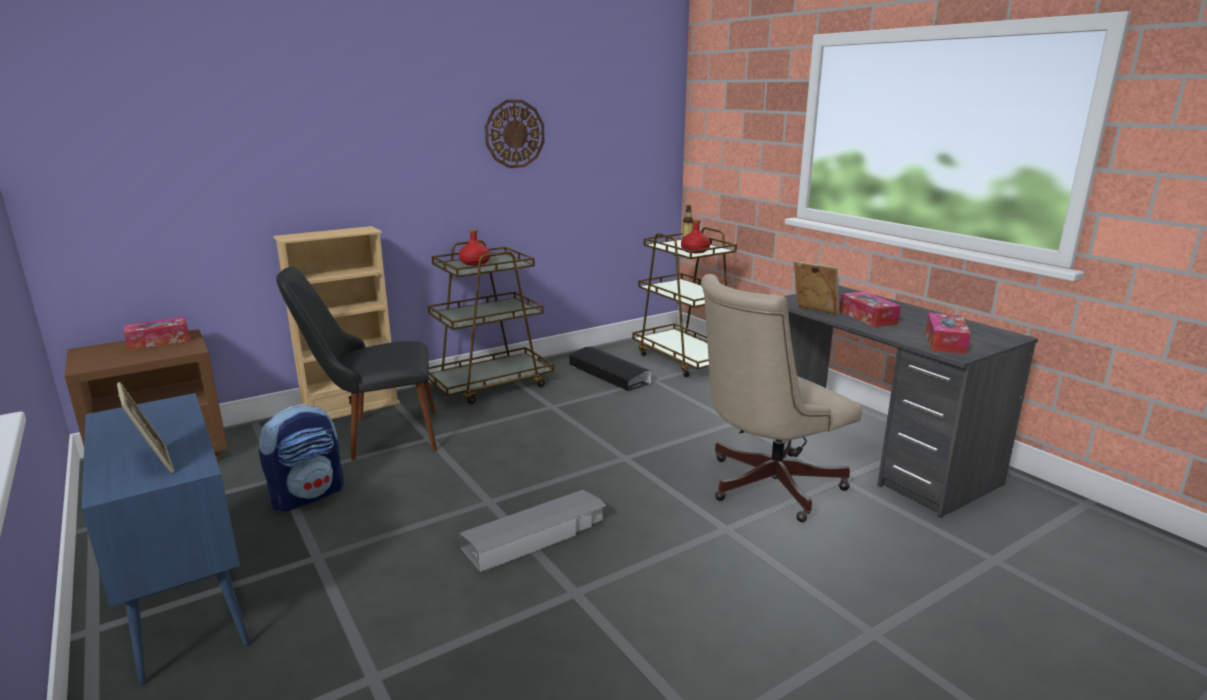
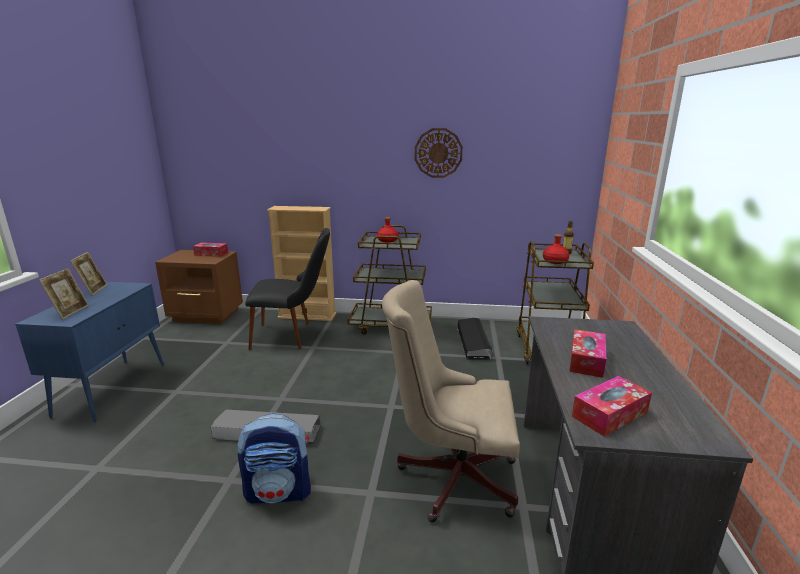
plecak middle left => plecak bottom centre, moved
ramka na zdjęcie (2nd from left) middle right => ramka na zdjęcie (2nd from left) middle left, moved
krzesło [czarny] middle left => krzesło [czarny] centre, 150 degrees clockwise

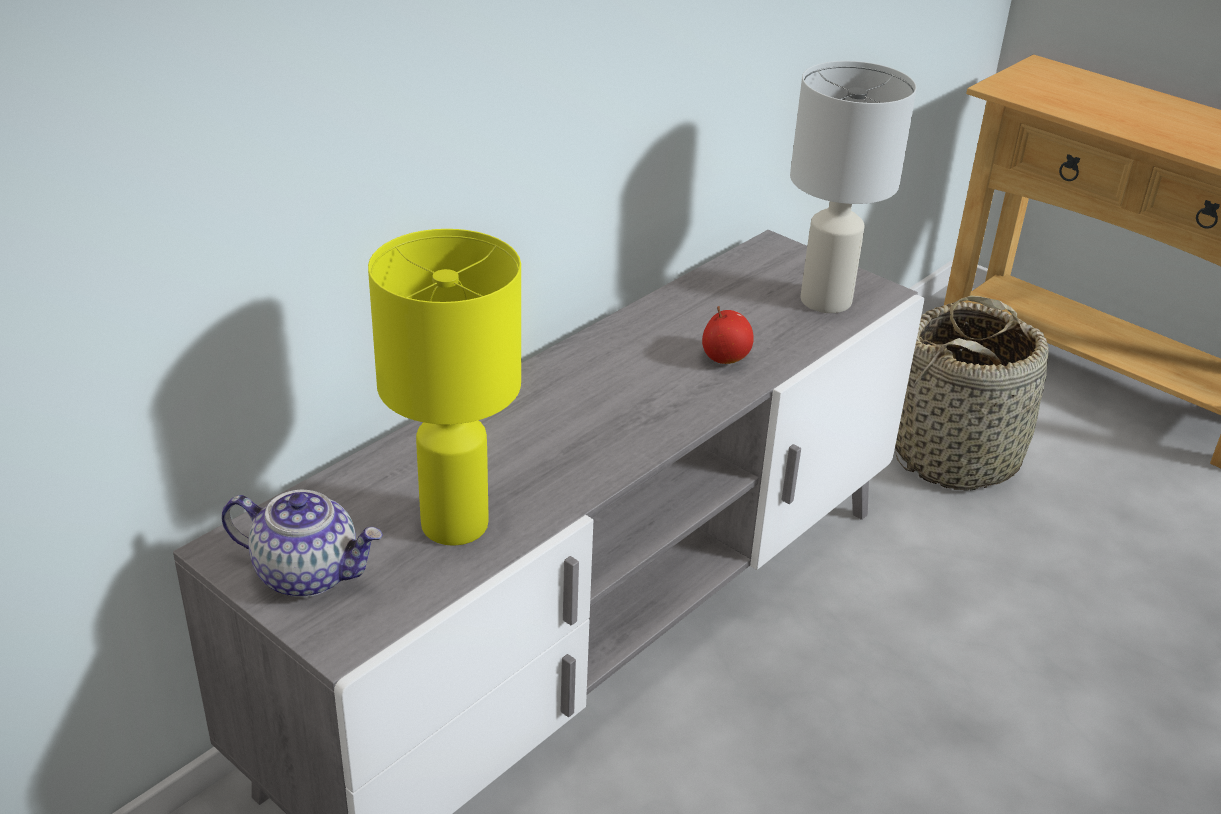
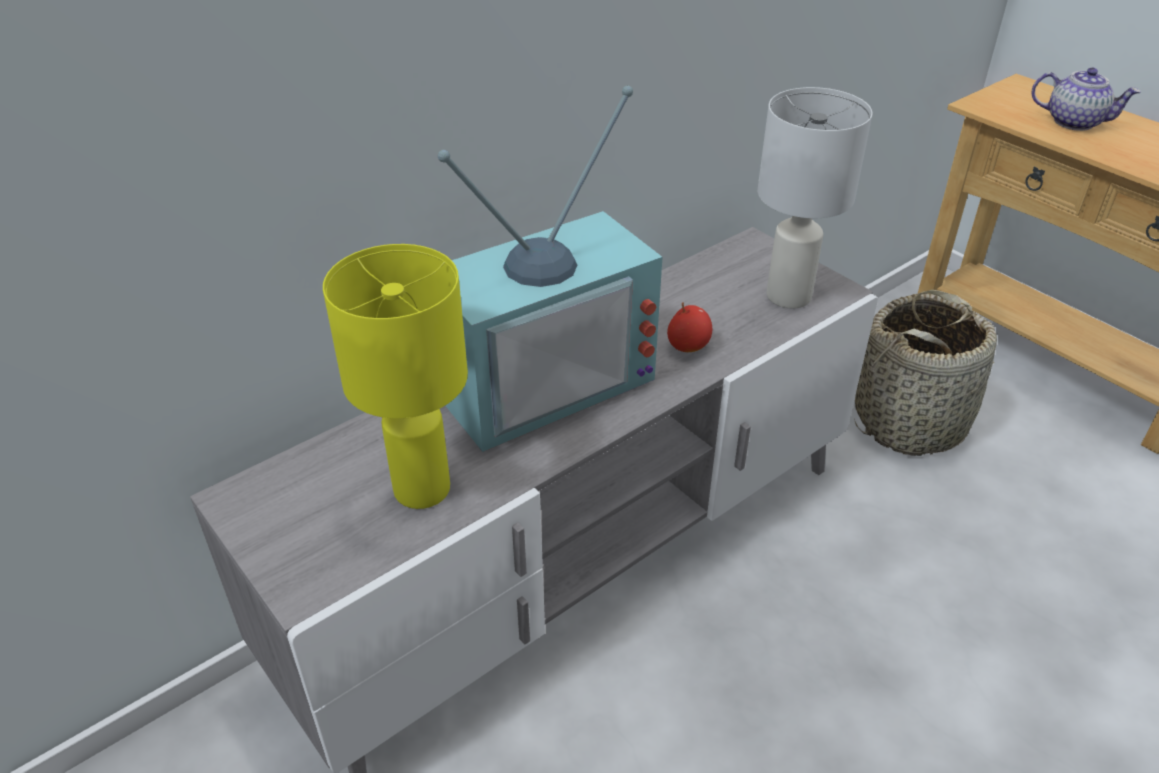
nothing => telewizor centre
imbryk bottom left => imbryk top right, moved

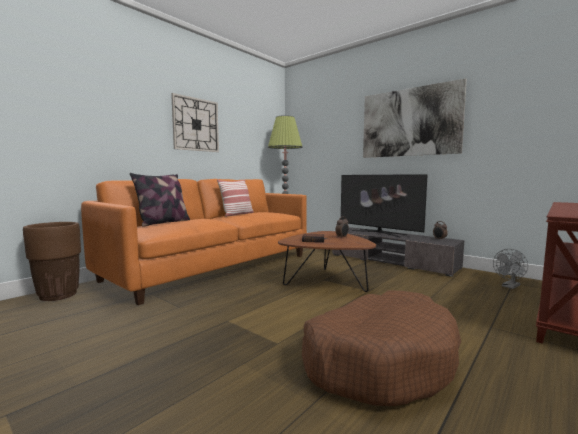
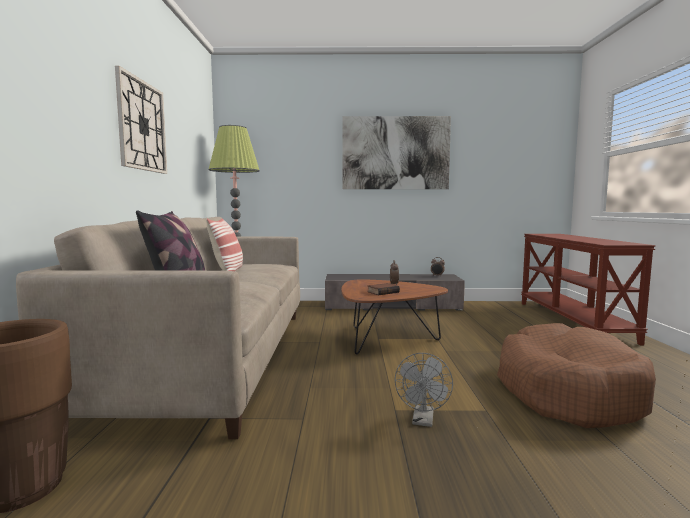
telewizor centre => nothing
wentylator [szary] middle right => wentylator [szary] bottom centre, moved
kanapa [pomarańczowy] centre => kanapa [beżowy] middle left

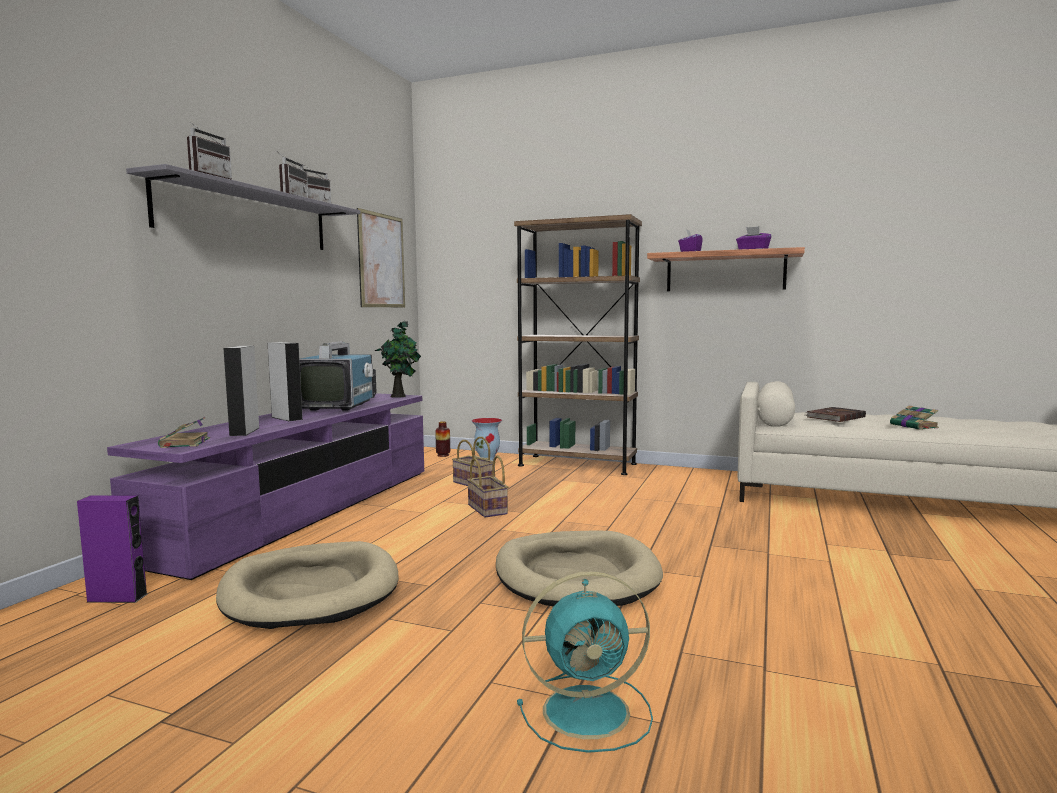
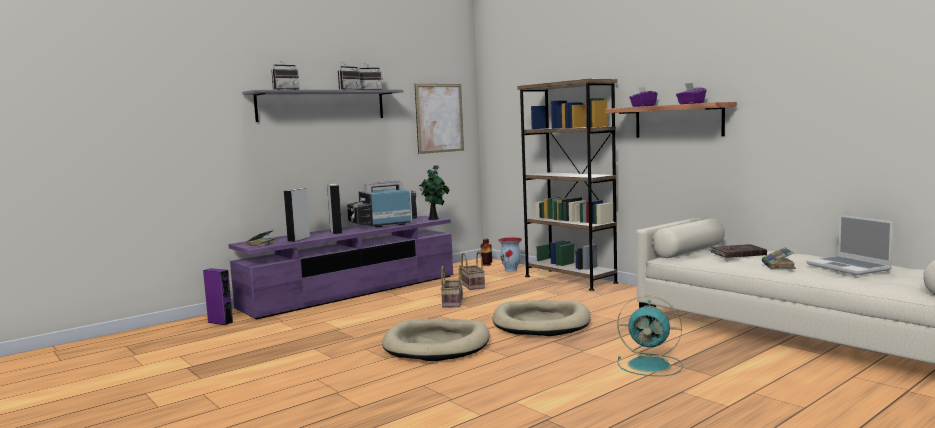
nothing => laptop middle right
legowisko [beżowy] (1st from left in the first image) bottom left => legowisko [beżowy] (2nd from left) bottom centre, moved
wentylator [turkusowy] bottom centre => wentylator [turkusowy] bottom right, moved
telewizor middle left => telewizor centre, 150 degrees counterclockwise

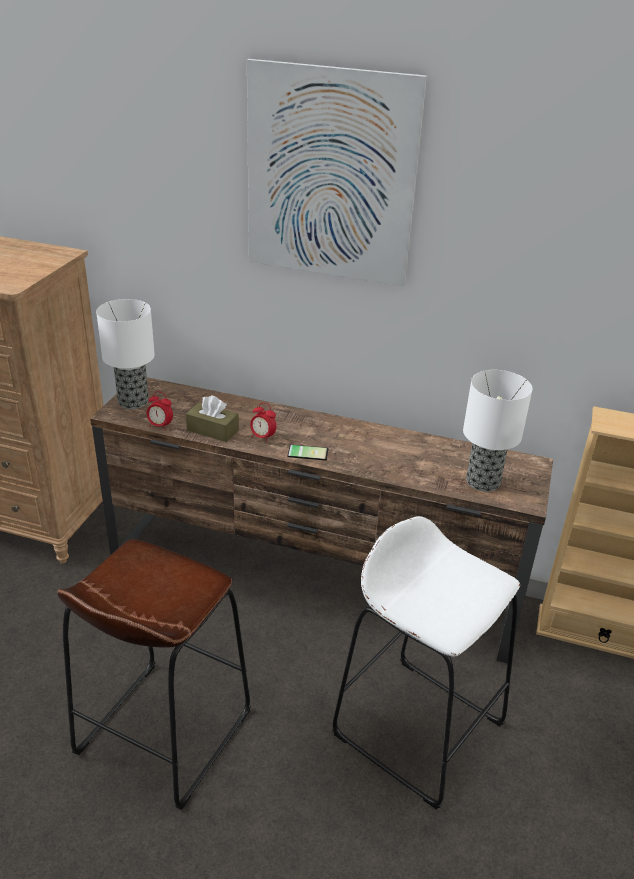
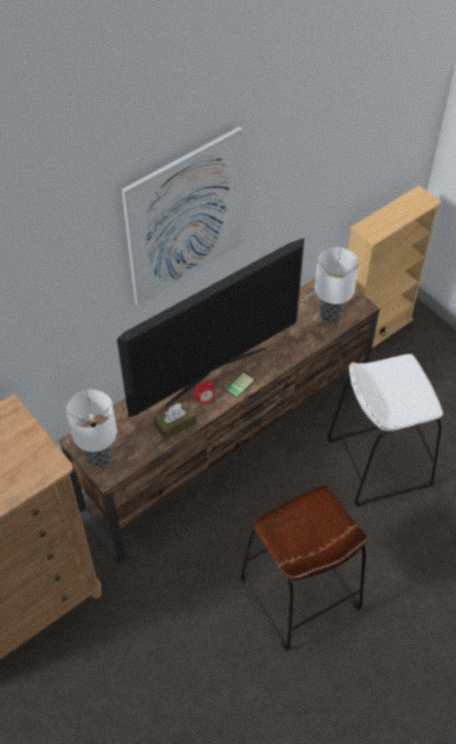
budzik (1st from left) middle left => nothing
nothing => telewizor centre

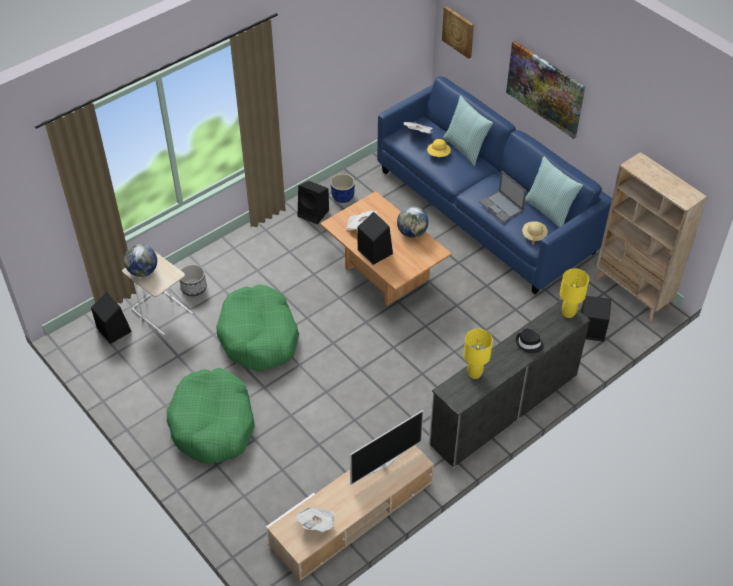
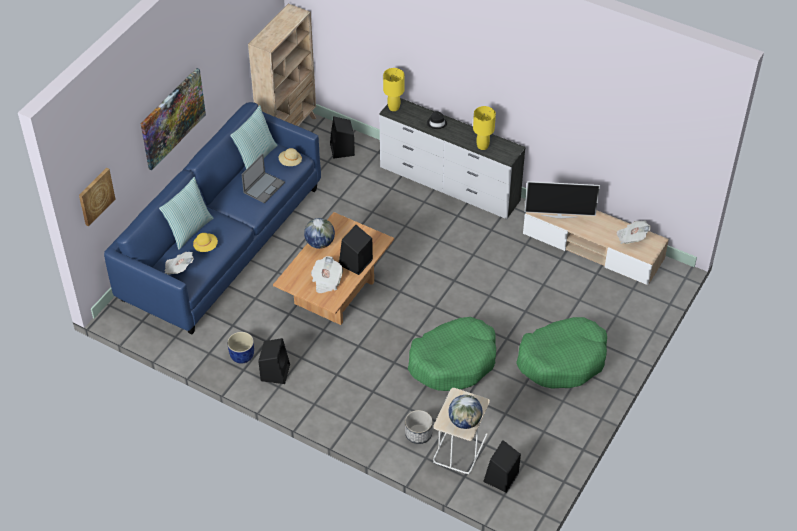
telewizor bottom centre => telewizor middle right, 150 degrees clockwise

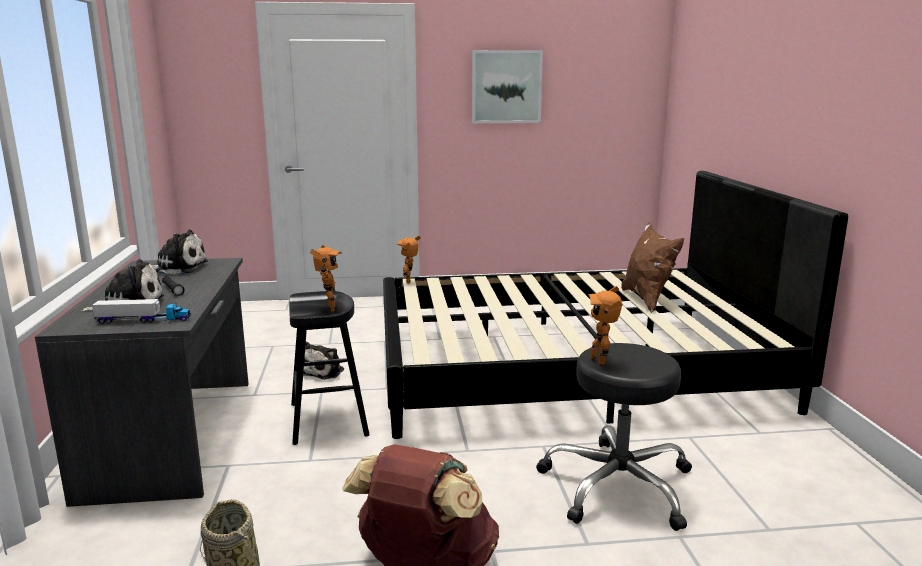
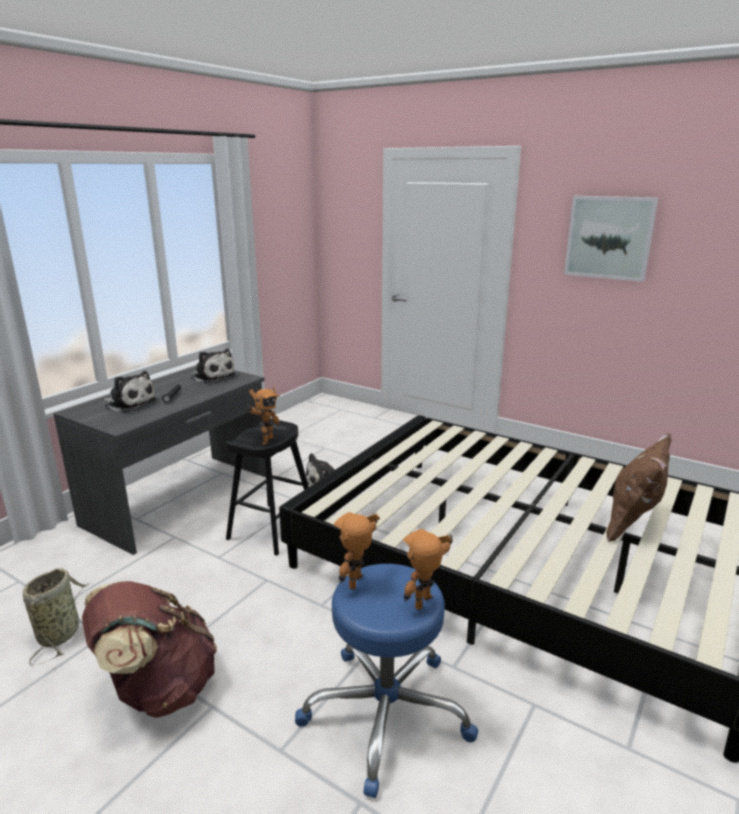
ciężarówka zabawkowa middle left => nothing
robot zabawkowy (2nd from left in the first image) centre => robot zabawkowy (3rd from left) bottom centre, moved
stołek [czarny] (2nd from left) bottom centre => stołek [niebieski] bottom centre

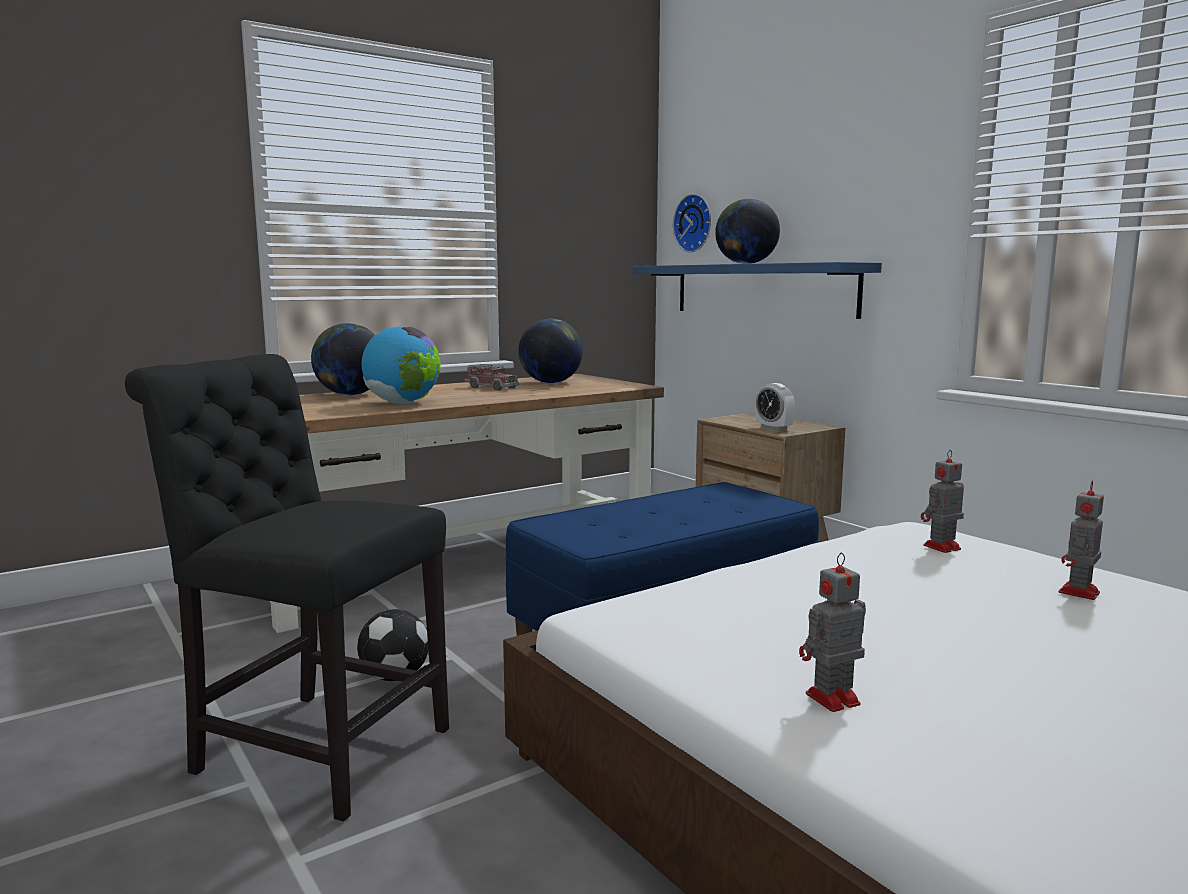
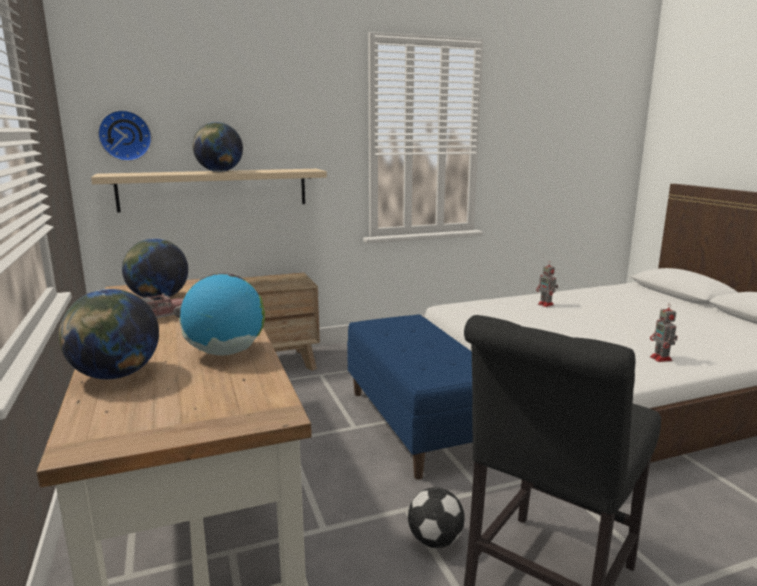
budzik centre => nothing
robot zabawkowy (2nd from left) middle right => nothing
półka [niebieski] top centre => półka [beżowy] top left

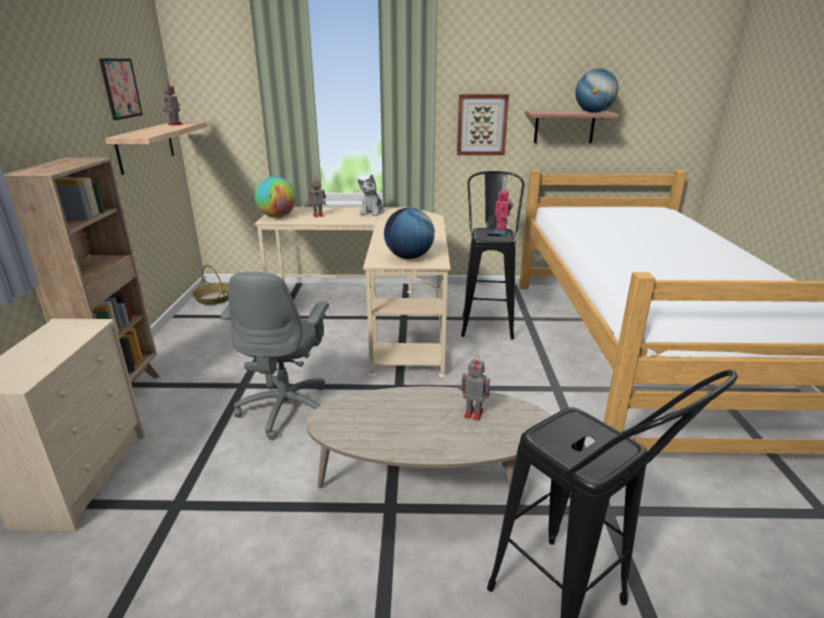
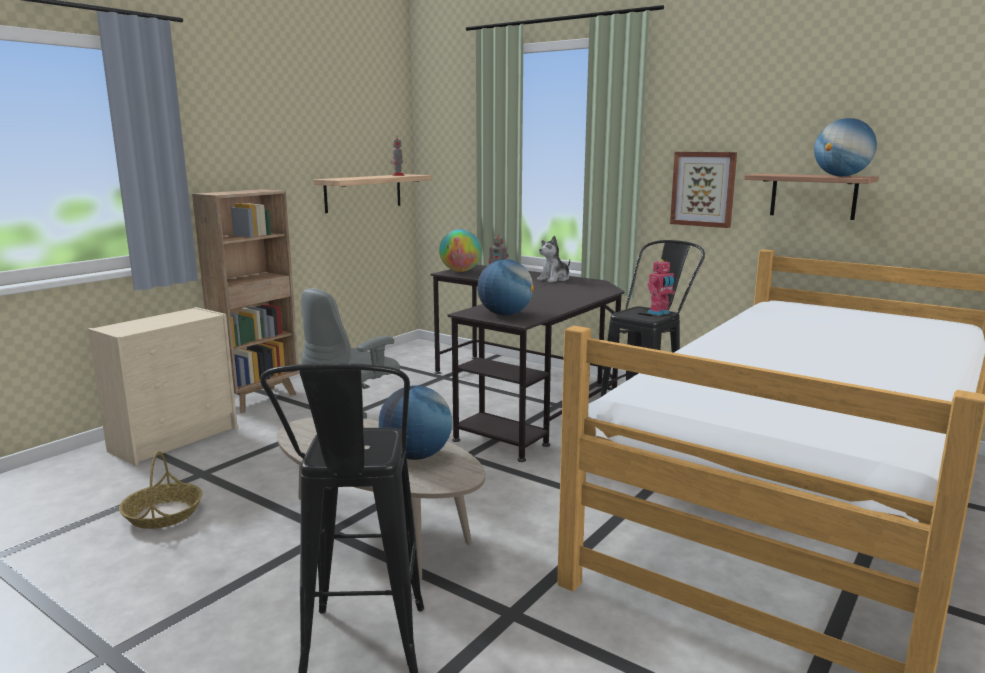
obraz (1st from left) top left => nothing
koszyk middle left => koszyk bottom left, moved
robot zabawkowy (3rd from left) centre => globus (1st from left) centre
biurko [beżowy] centre => biurko [czarny] centre

